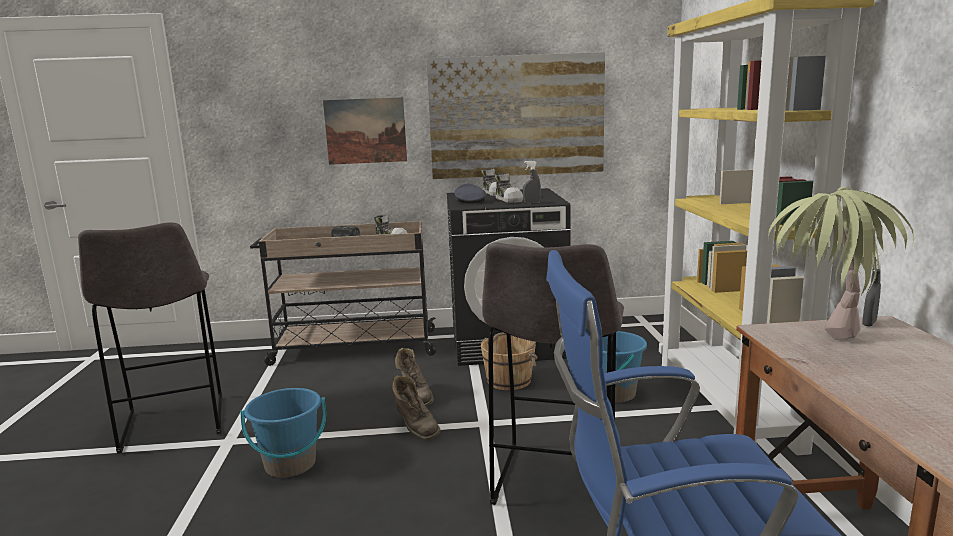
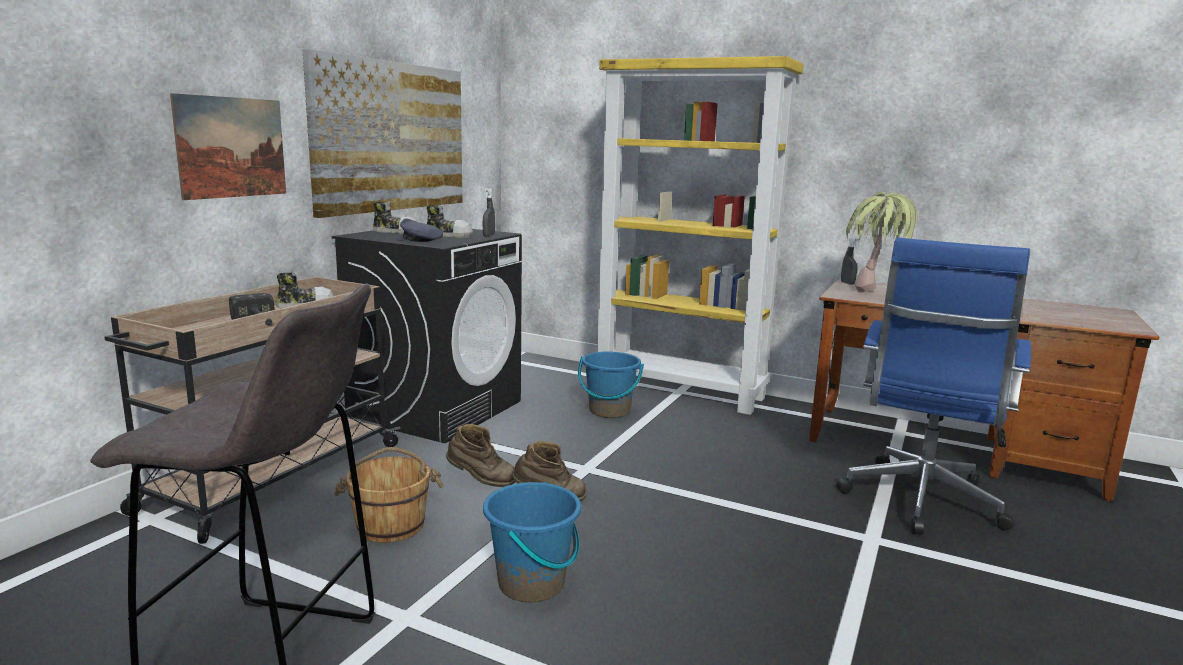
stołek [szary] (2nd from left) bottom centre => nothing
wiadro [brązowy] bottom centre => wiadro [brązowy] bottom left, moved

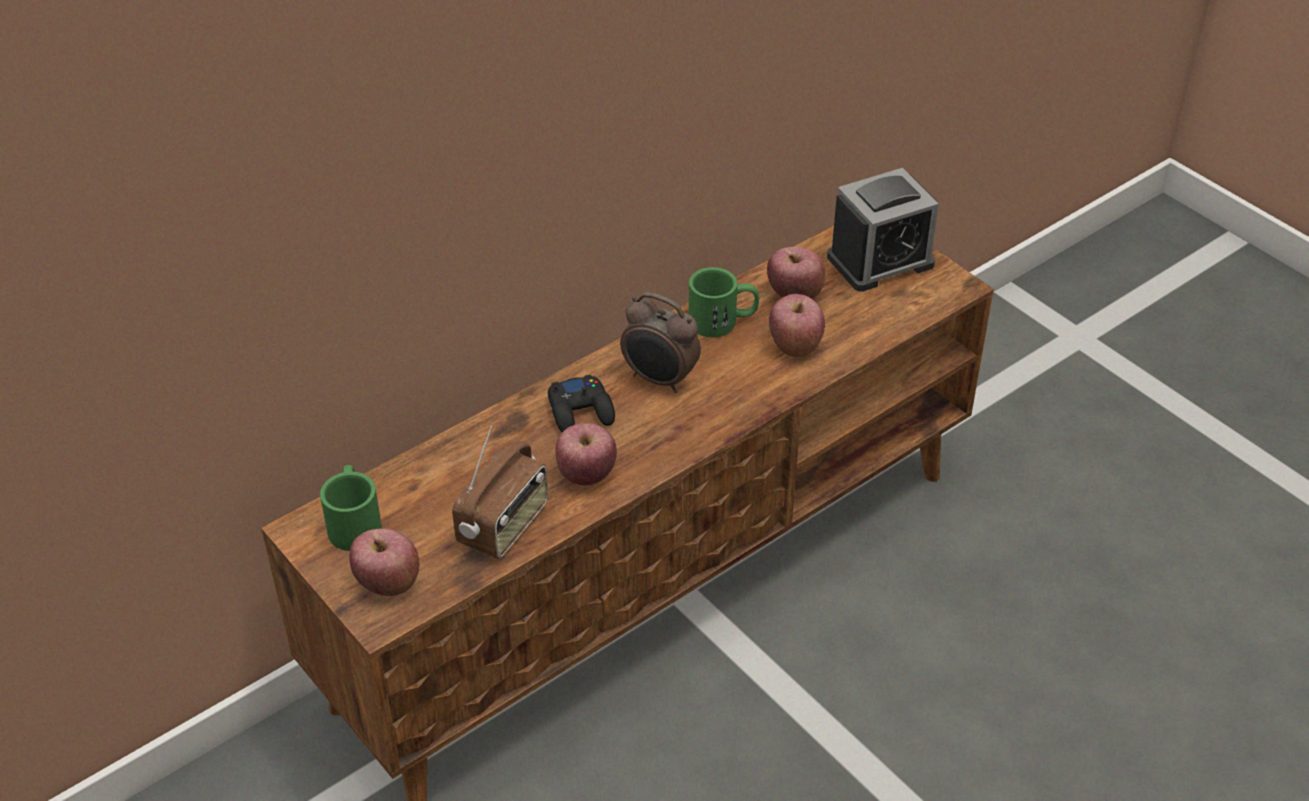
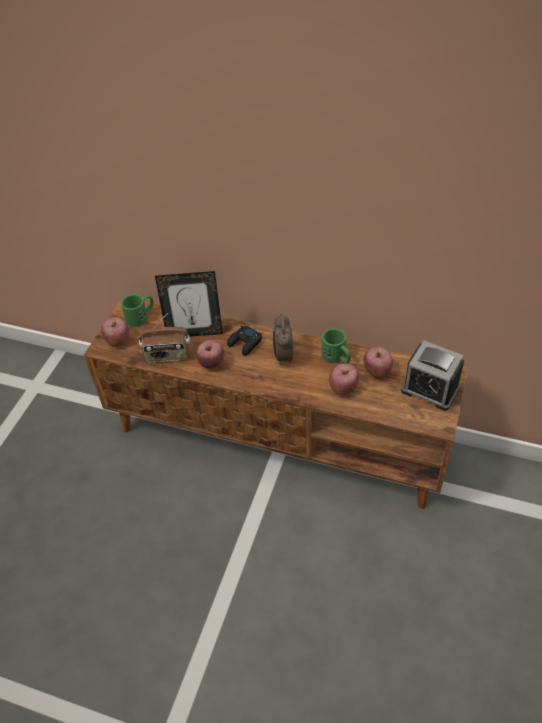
nothing => ramka na zdjęcie centre

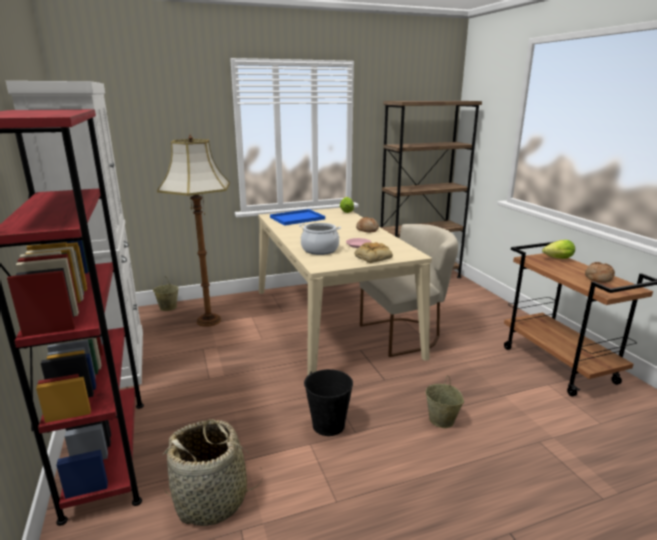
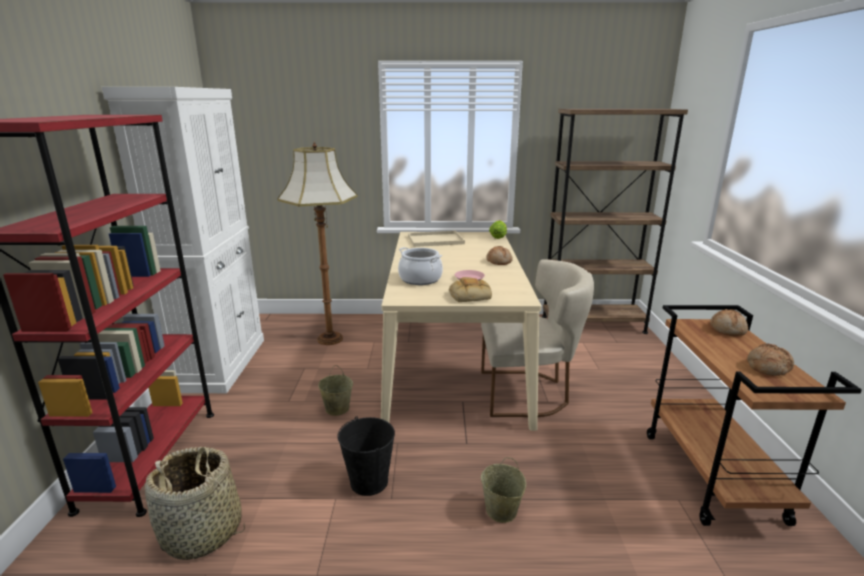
wiadro [beżowy] (1st from left) middle left => wiadro [beżowy] (1st from left) bottom centre, moved
sałata (2nd from left) middle right => chleb (3rd from left) middle right
taca [niebieski] centre => taca [beżowy] centre

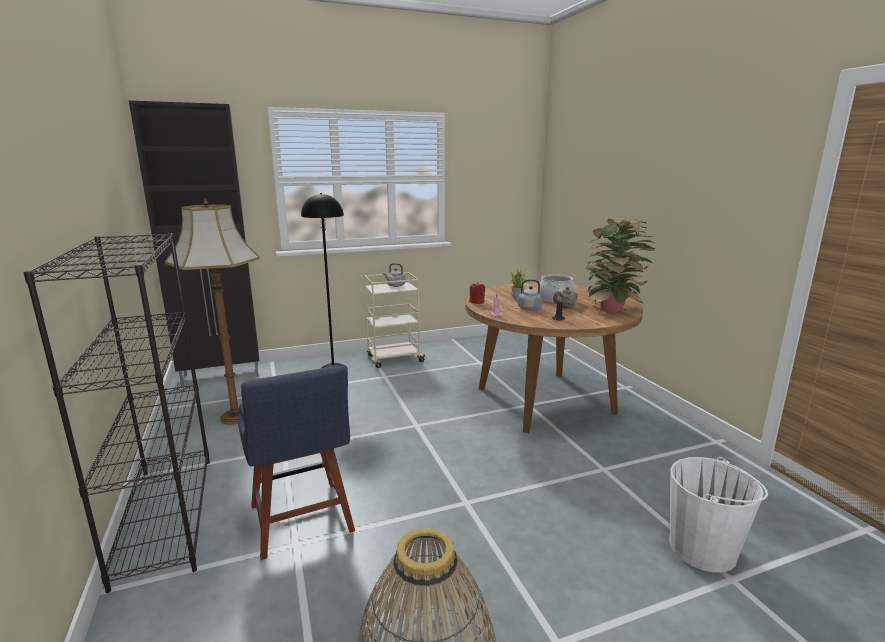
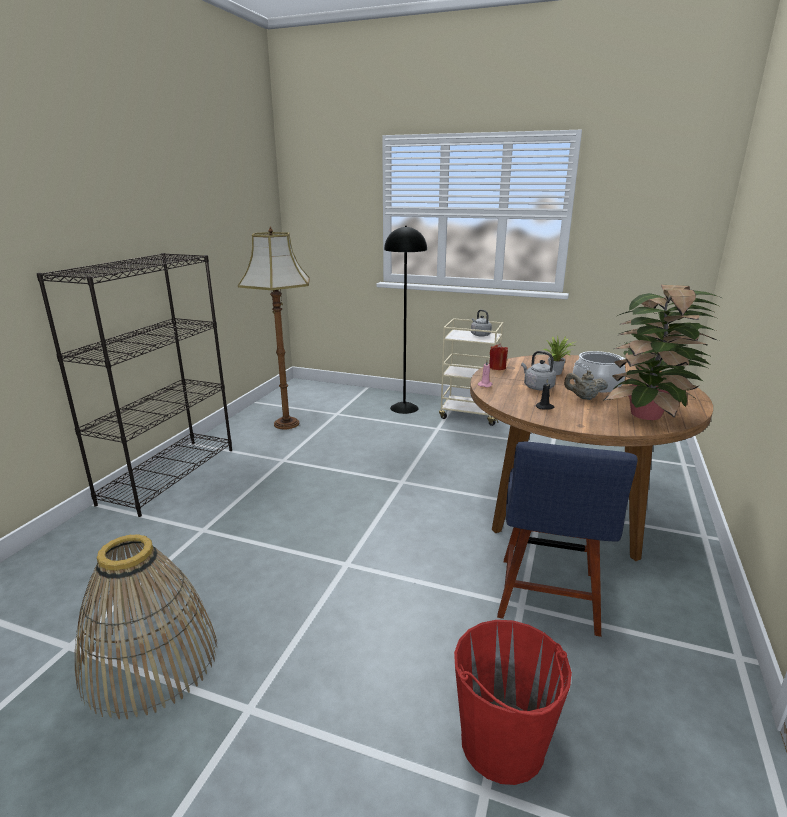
szafka [czarny] middle left => nothing
krzesło [niebieski] bottom centre => krzesło [niebieski] middle right, moved
wiadro [biały] bottom right => wiadro [czerwony] bottom centre

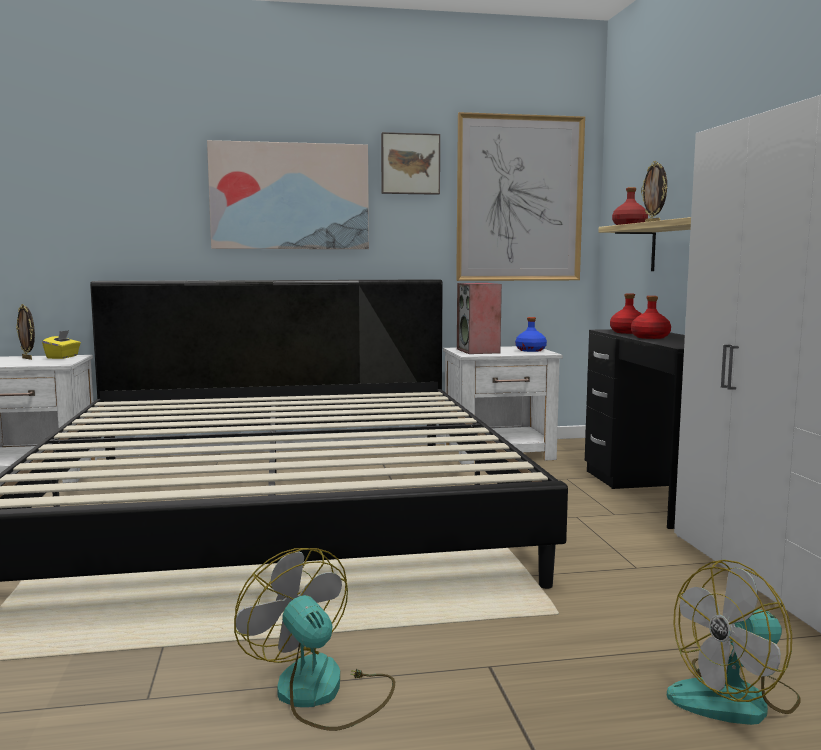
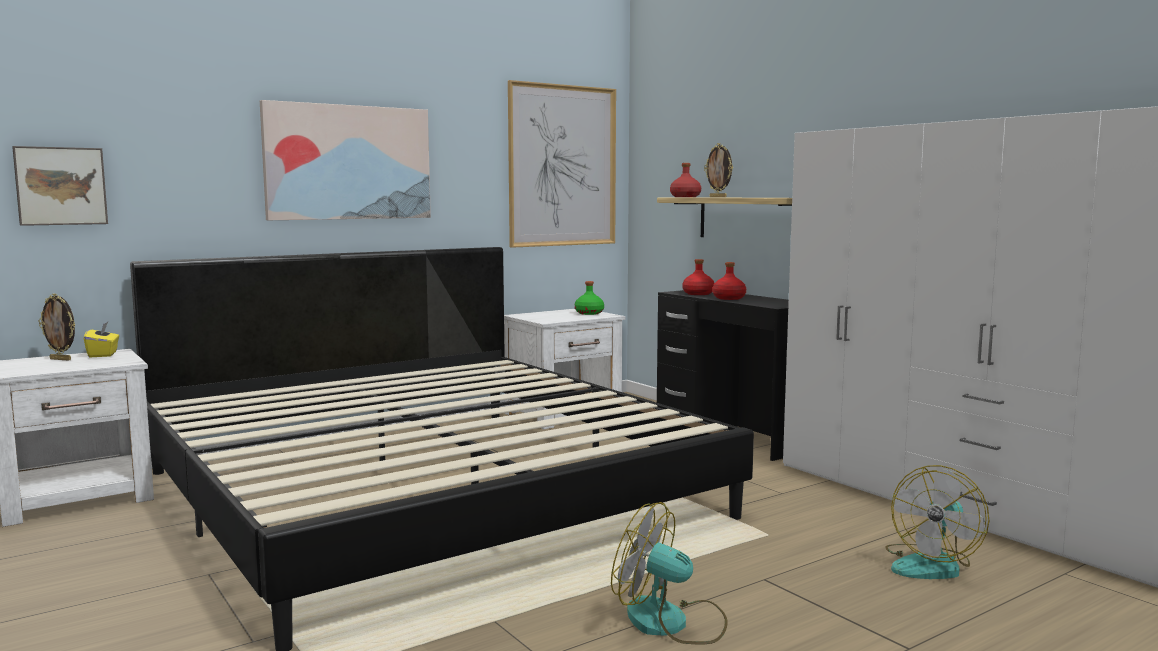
głośnik centre => nothing
obraz (2nd from left in the first image) top centre => obraz (1st from left) top left, moved
butelka [niebieski] centre => butelka [zielony] centre

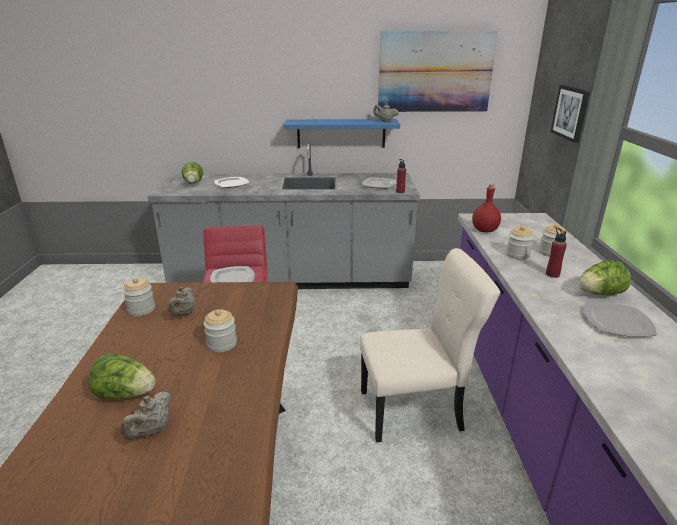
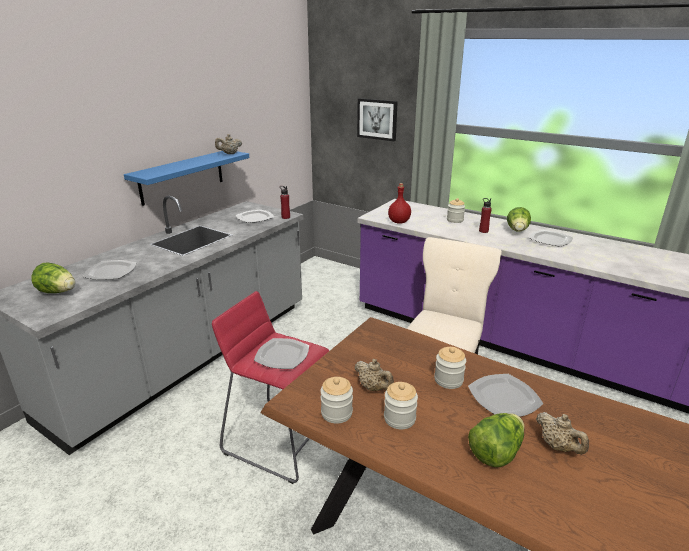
obraz (1st from left) top centre => nothing
nothing => talerz (4th from left) bottom right
słoik (3rd from left in the first image) middle right => słoik (2nd from left) bottom centre, moved

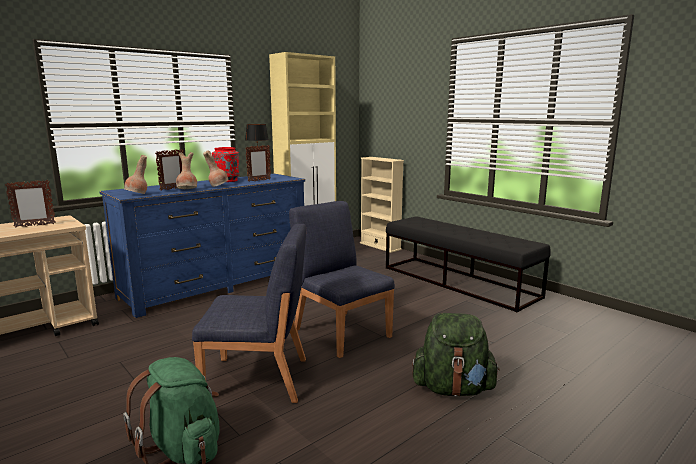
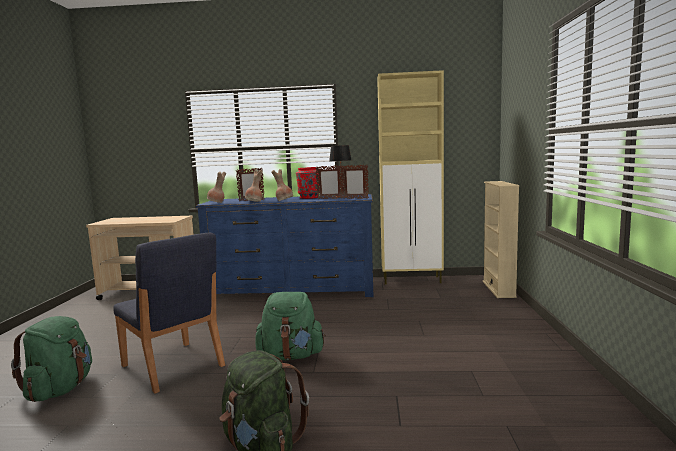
ławka [czarny] middle right => nothing
ramka na zdjęcie (1st from left in the first image) middle left => ramka na zdjęcie (3rd from left) centre, moved
krzesło [niebieski] (2nd from left) centre => plecak [zielony] (3rd from left) bottom centre

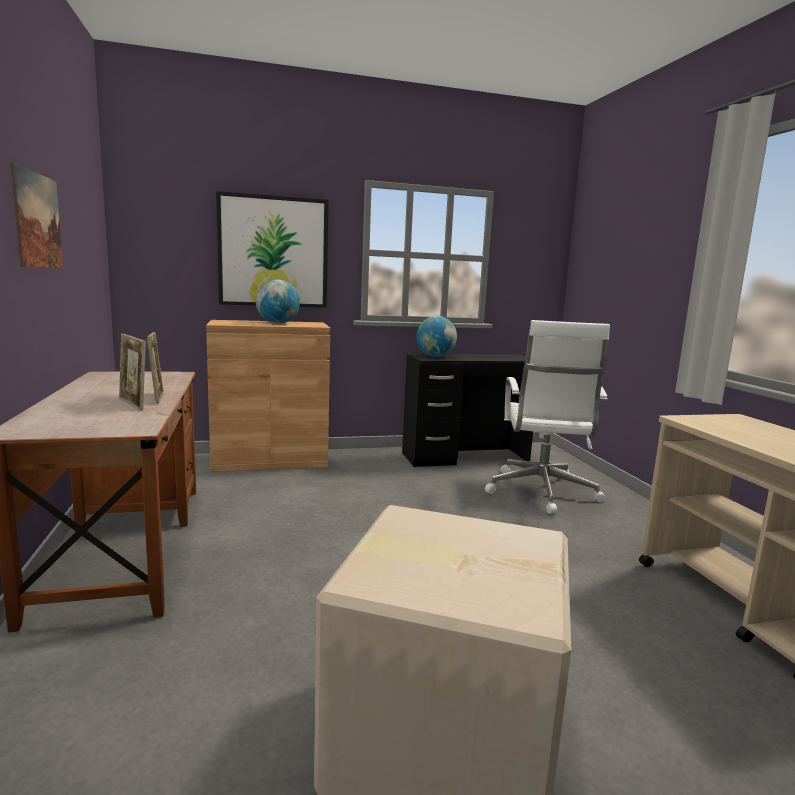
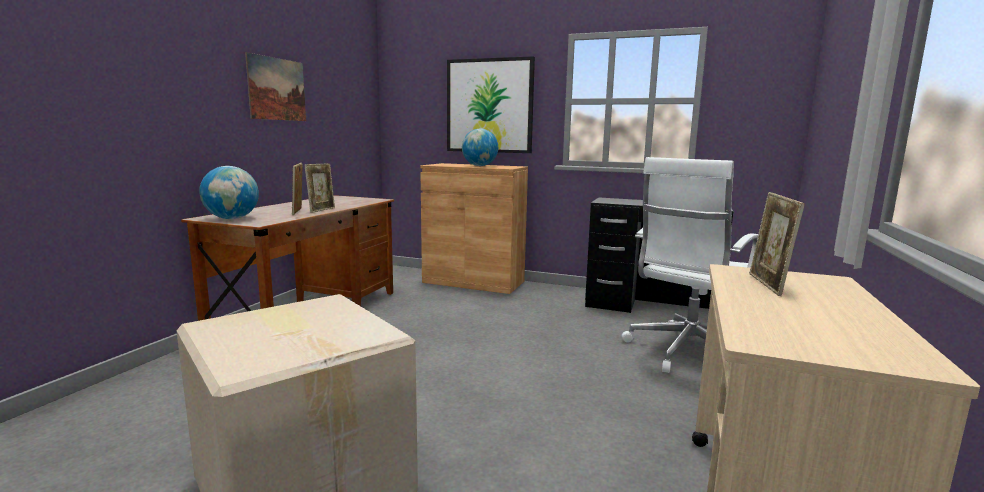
nothing => ramka na zdjęcie (3rd from left) middle right
globus (2nd from left in the first image) centre => globus (1st from left) middle left, moved

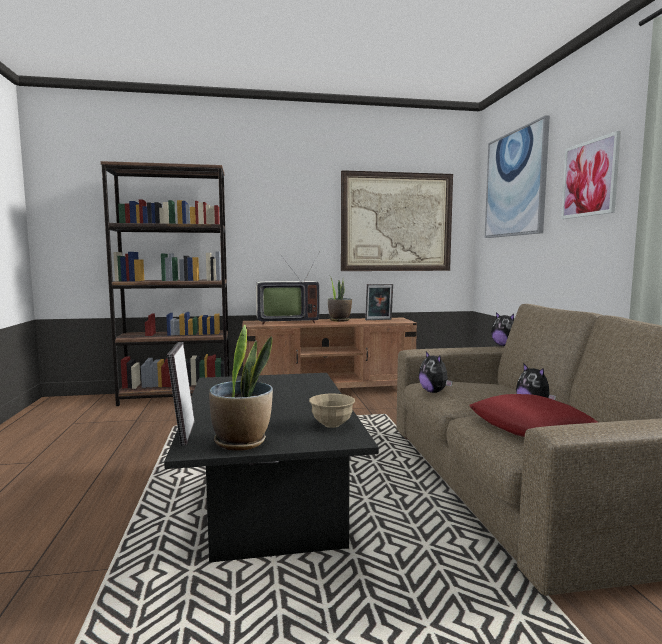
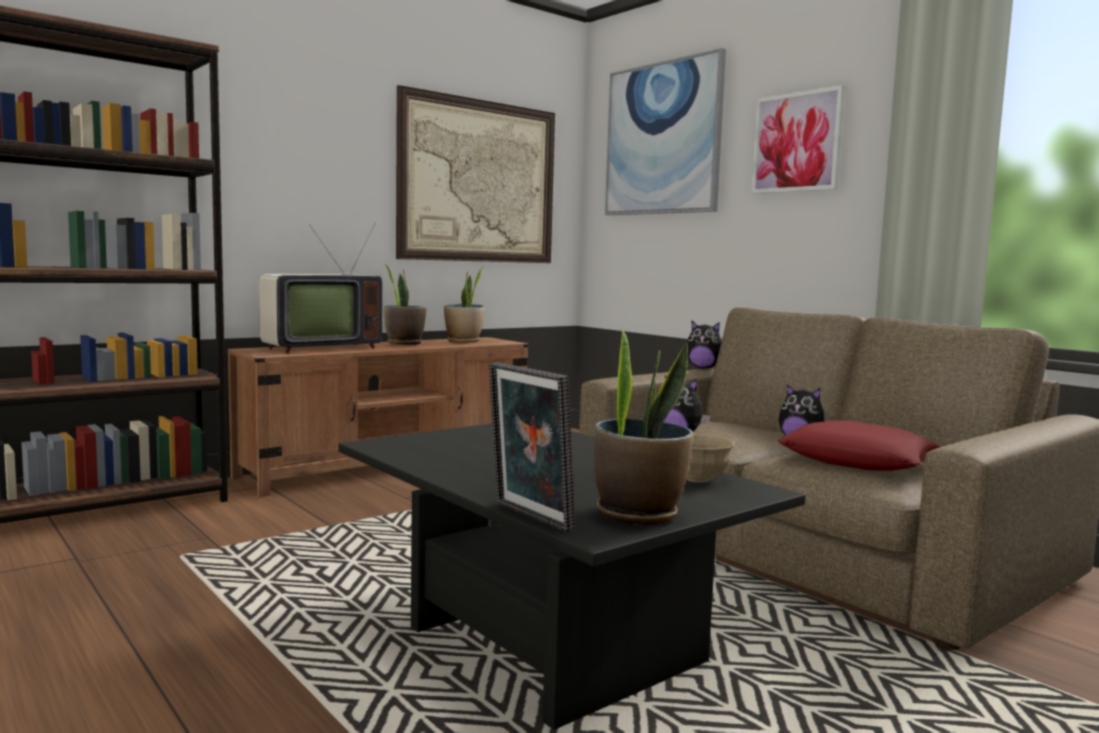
ramka na zdjęcie (2nd from left) centre => roślina doniczkowa (2nd from left) centre

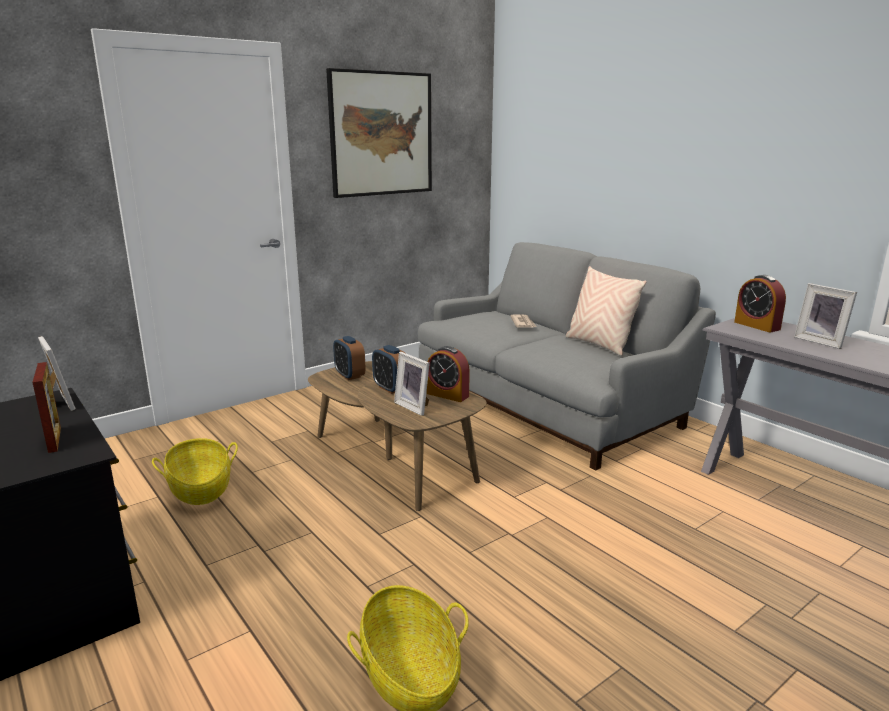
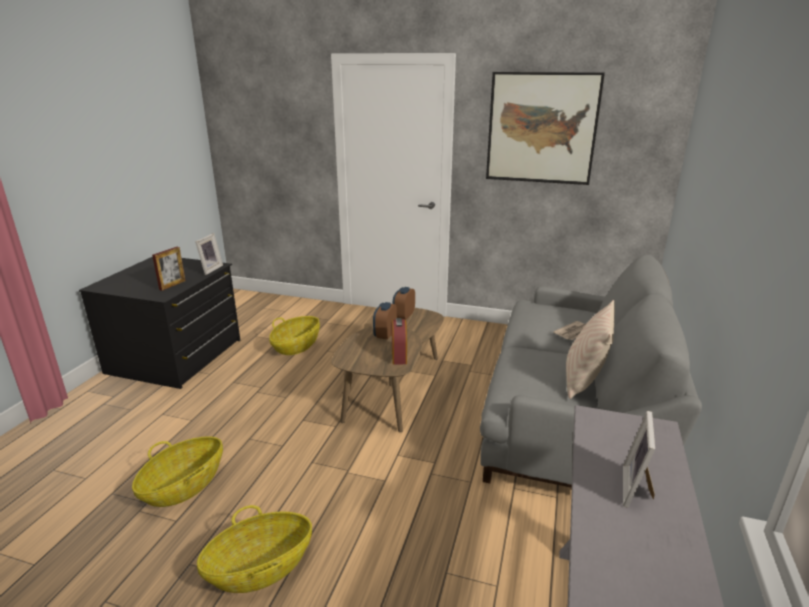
ramka na zdjęcie (3rd from left) centre => nothing
budzik (4th from left) middle right => nothing
nothing => koszyk (2nd from left) bottom left

